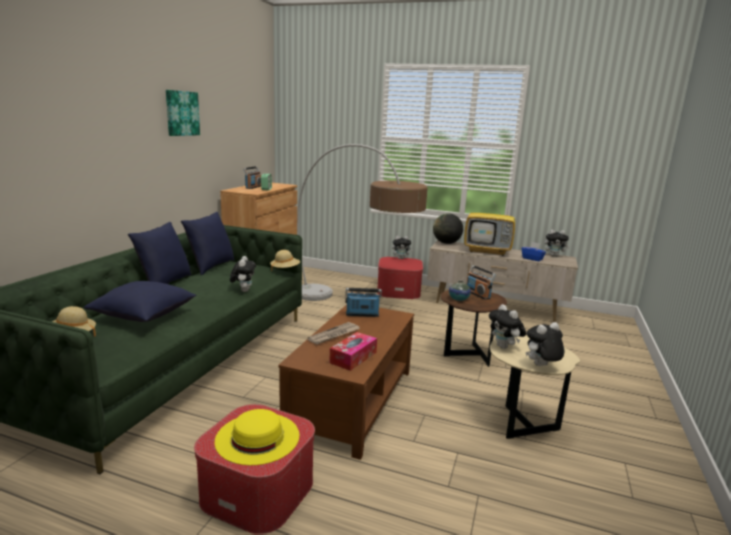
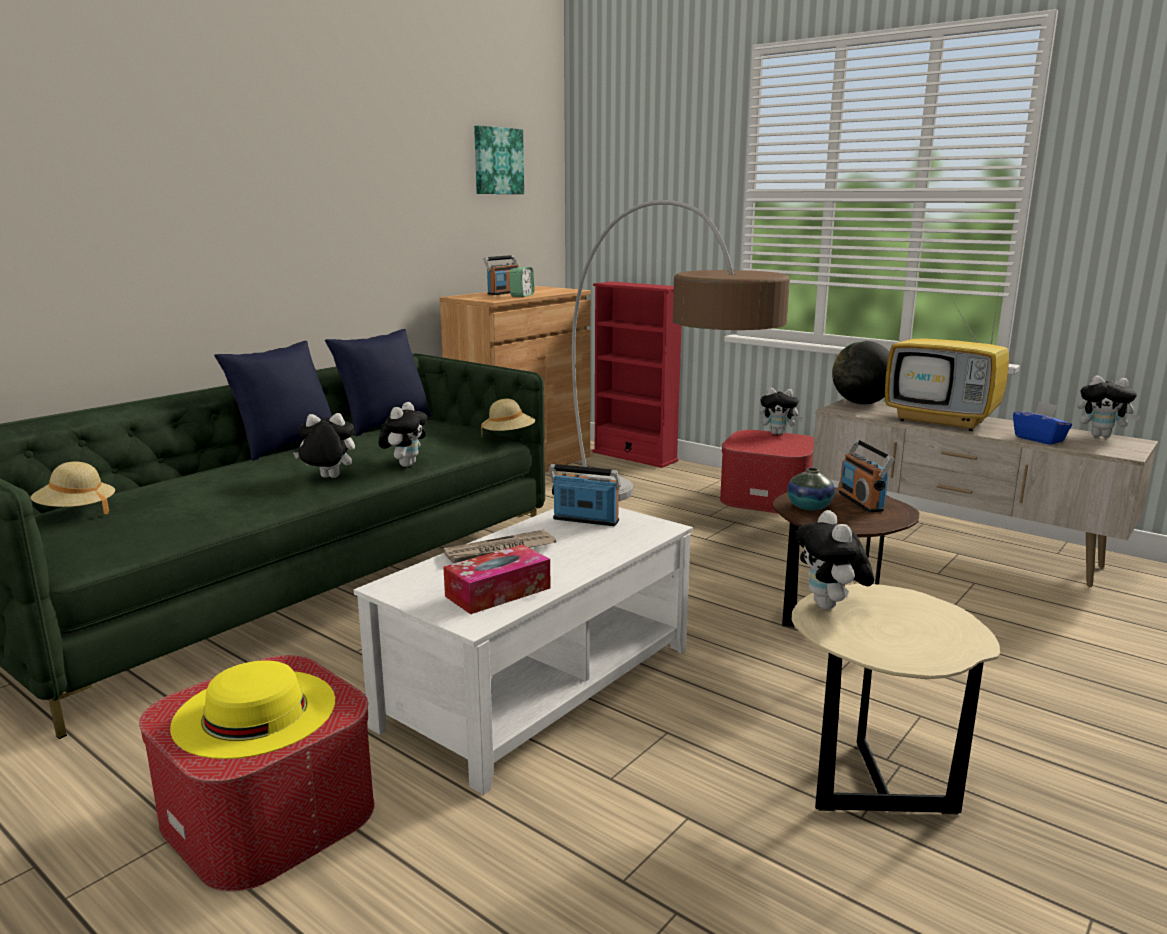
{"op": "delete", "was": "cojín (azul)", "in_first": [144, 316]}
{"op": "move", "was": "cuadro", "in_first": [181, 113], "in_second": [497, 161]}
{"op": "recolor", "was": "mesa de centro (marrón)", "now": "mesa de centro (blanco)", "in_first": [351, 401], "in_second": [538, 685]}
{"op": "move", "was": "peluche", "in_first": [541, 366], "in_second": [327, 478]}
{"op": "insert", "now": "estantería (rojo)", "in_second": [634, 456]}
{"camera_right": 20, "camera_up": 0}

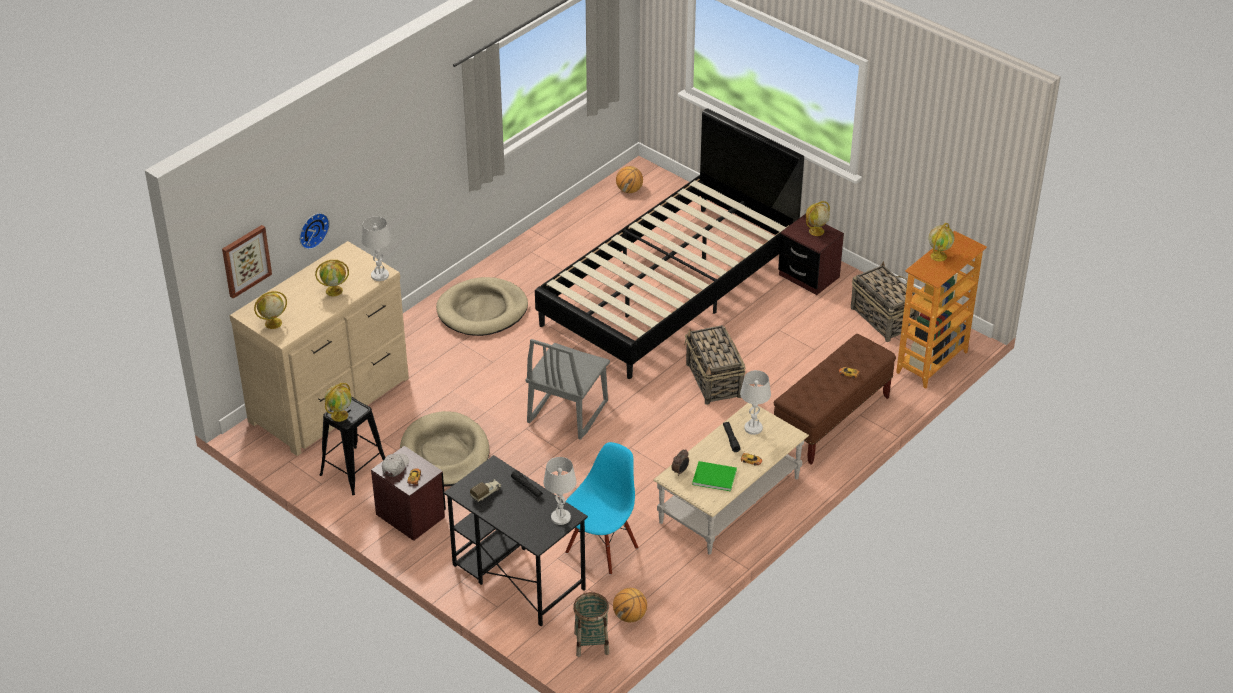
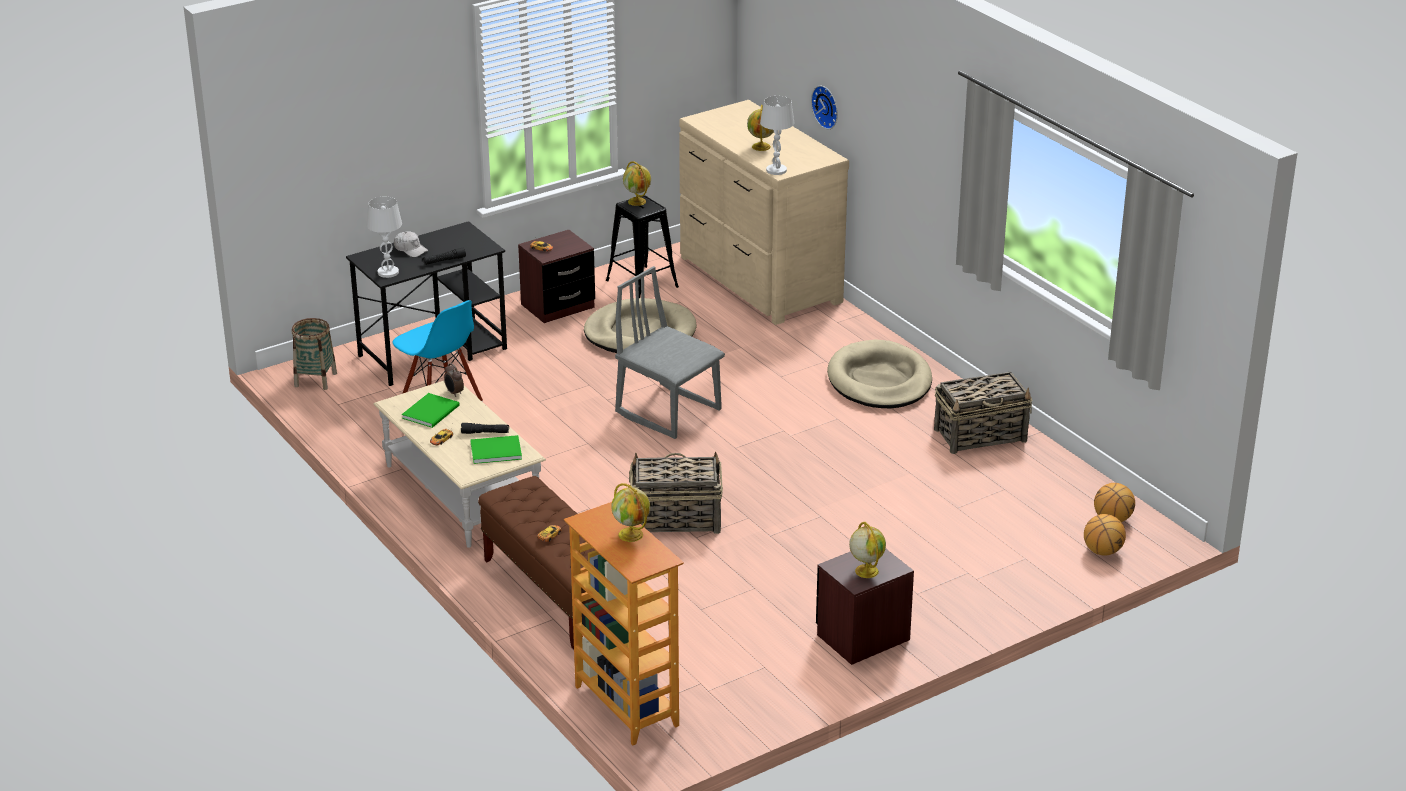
{"op": "delete", "was": "cuadro", "in_first": [245, 260]}
{"op": "delete", "was": "globo terráqueo", "in_first": [273, 323]}
{"op": "move", "was": "gorra (blanco)", "in_first": [395, 467], "in_second": [410, 249]}
{"op": "delete", "was": "camión de juguete", "in_first": [486, 493]}
{"op": "delete", "was": "cama (negro)", "in_first": [669, 289]}
{"op": "move", "was": "balón de baloncesto", "in_first": [630, 616], "in_second": [1102, 551]}
{"op": "replace", "was": "lámpara de mesa (blanco)", "now": "libro (verde)", "in_first": [753, 428], "in_second": [494, 450]}
{"op": "move", "was": "cesta", "in_first": [883, 318], "in_second": [981, 435]}
{"camera_right": 105, "camera_up": -10}

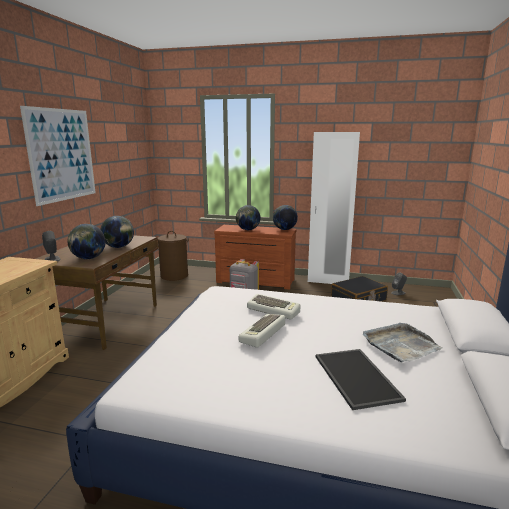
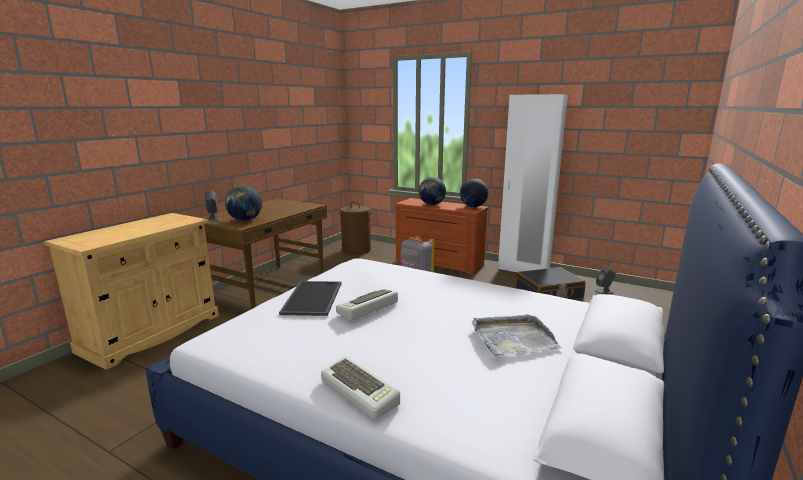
{"op": "delete", "was": "cuadro", "in_first": [62, 155]}
{"op": "delete", "was": "globo terráqueo", "in_first": [119, 247]}
{"op": "move", "was": "teclado", "in_first": [274, 310], "in_second": [361, 392]}
{"op": "move", "was": "bandeja", "in_first": [358, 377], "in_second": [314, 298]}
{"camera_right": 15, "camera_up": 0}

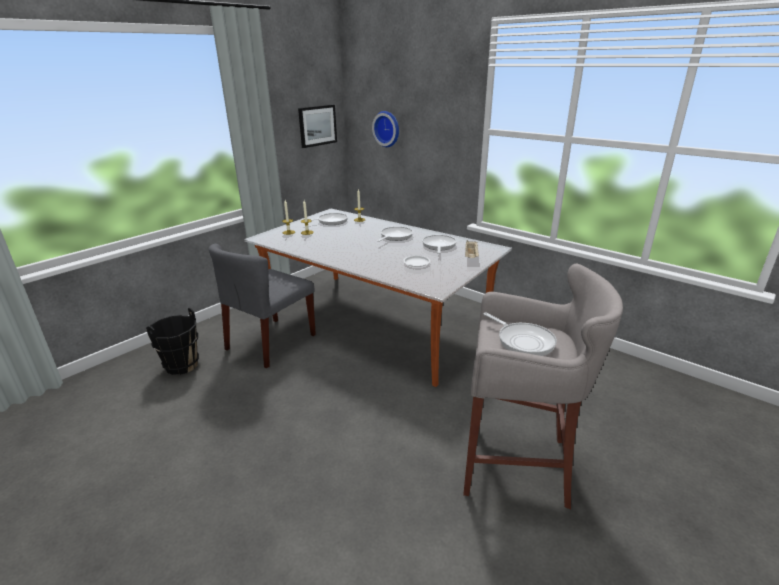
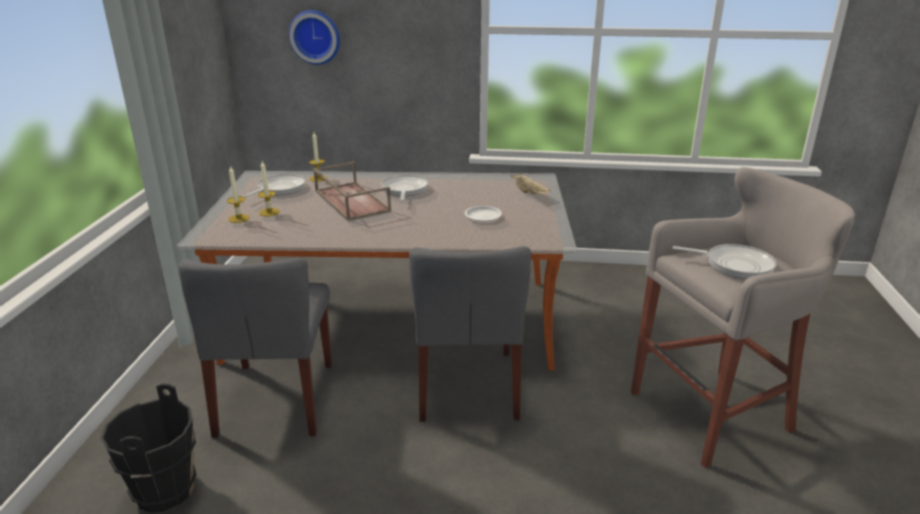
{"op": "delete", "was": "cuadro", "in_first": [317, 125]}
{"op": "delete", "was": "sartén", "in_first": [438, 246]}
{"op": "insert", "now": "bandeja (marrón)", "in_second": [350, 201]}
{"op": "insert", "now": "silla (gris)", "in_second": [468, 385]}
{"camera_right": -35, "camera_up": 0}

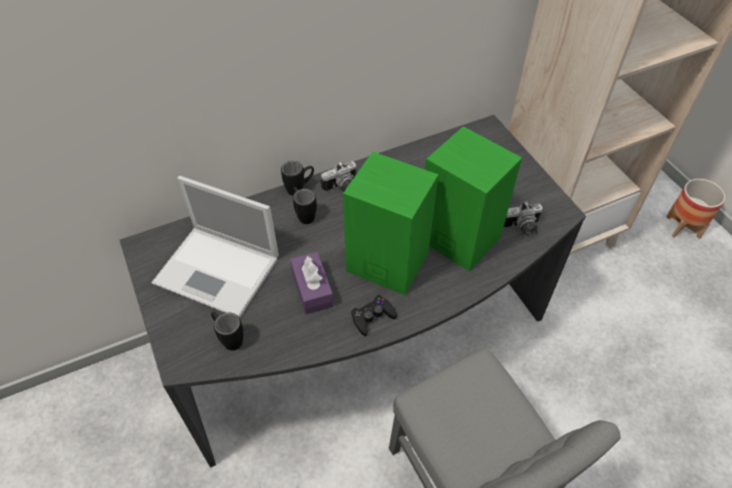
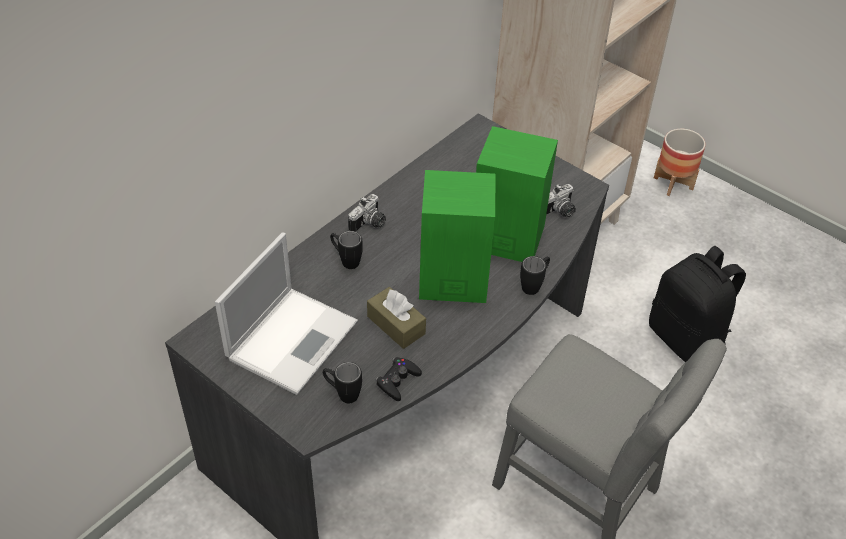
{"op": "rotate", "was": "portátil", "in_first": [219, 271], "in_second": [293, 338], "clockwise": -60}
{"op": "move", "was": "taza grande (negro)", "in_first": [299, 188], "in_second": [534, 285]}
{"op": "recolor", "was": "caja de pañuelos (morado)", "now": "caja de pañuelos (marrón)", "in_first": [312, 289], "in_second": [396, 325]}
{"op": "move", "was": "mando de consola (negro)", "in_first": [372, 317], "in_second": [397, 381]}
{"op": "insert", "now": "mochila (negro)", "in_second": [686, 338]}
{"camera_right": -25, "camera_up": -5}

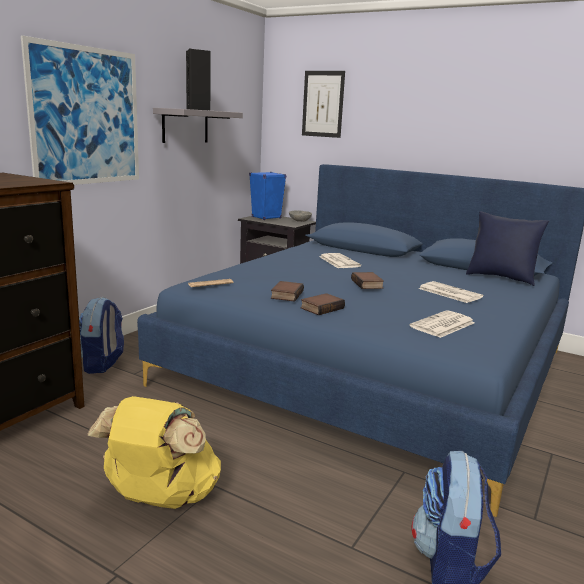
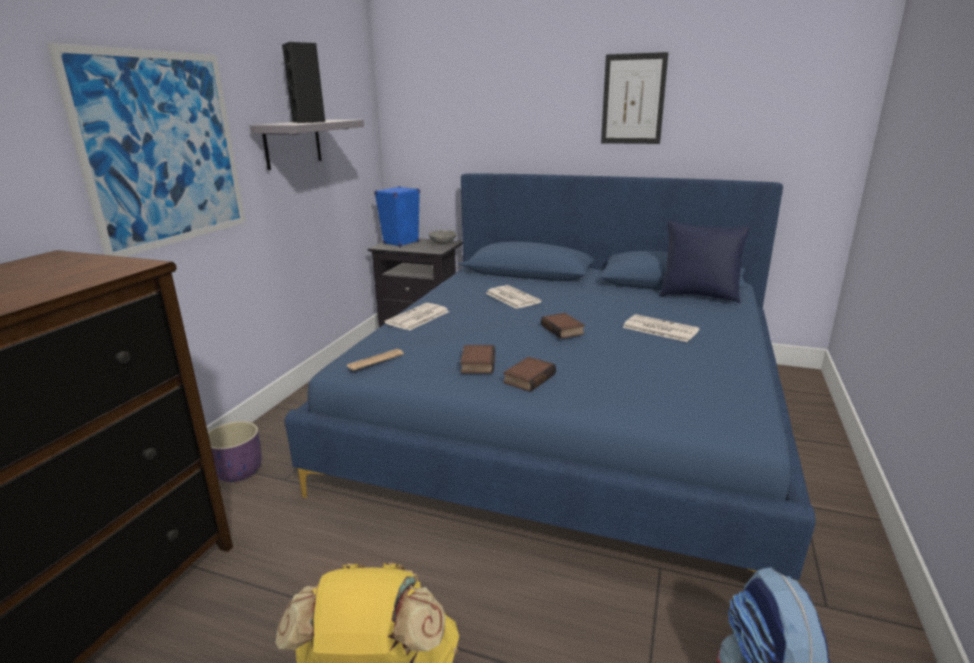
{"op": "replace", "was": "mochila", "now": "maceta (morado)", "in_first": [102, 364], "in_second": [239, 472]}
{"op": "move", "was": "cuadro", "in_first": [323, 104], "in_second": [633, 99]}
{"op": "move", "was": "periódico", "in_first": [442, 325], "in_second": [417, 318]}
{"camera_right": -10, "camera_up": 5}

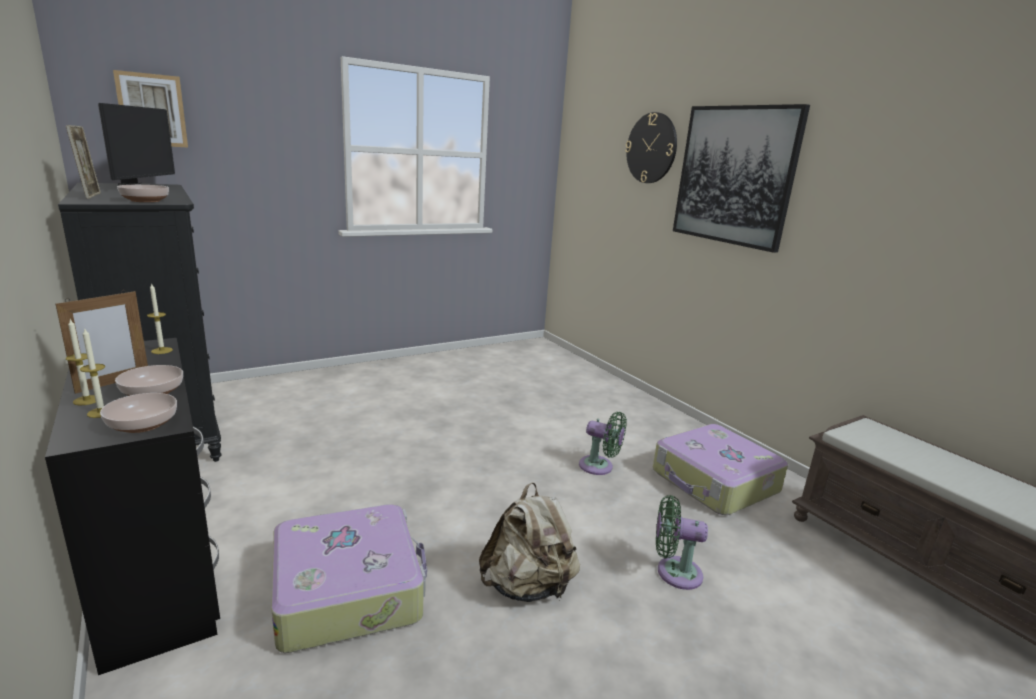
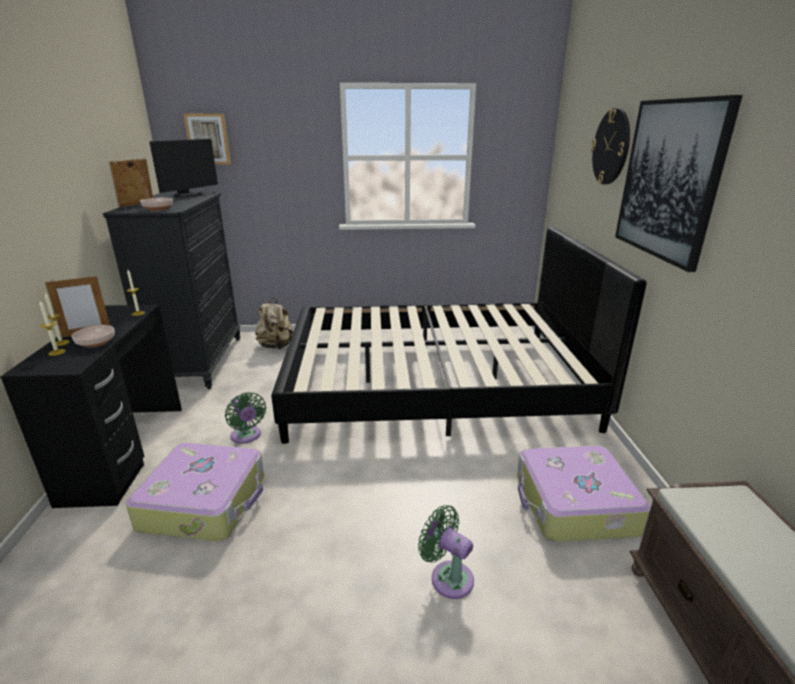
{"op": "rotate", "was": "portarretratos", "in_first": [90, 196], "in_second": [137, 205], "clockwise": -150}
{"op": "delete", "was": "cuenco", "in_first": [144, 424]}
{"op": "move", "was": "mochila (beis)", "in_first": [528, 587], "in_second": [276, 346]}
{"op": "move", "was": "ventilador (verde)", "in_first": [599, 467], "in_second": [247, 436]}
{"op": "insert", "now": "cama (negro)", "in_second": [434, 384]}
{"camera_right": 30, "camera_up": 5}

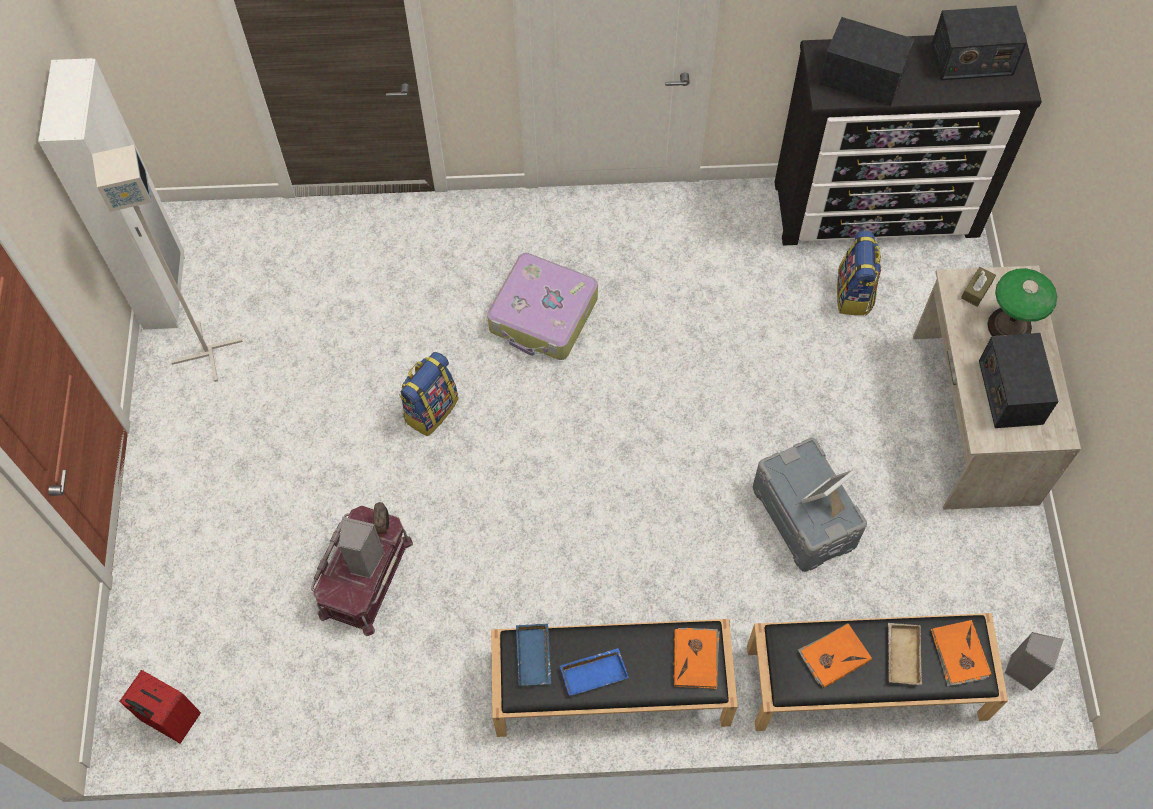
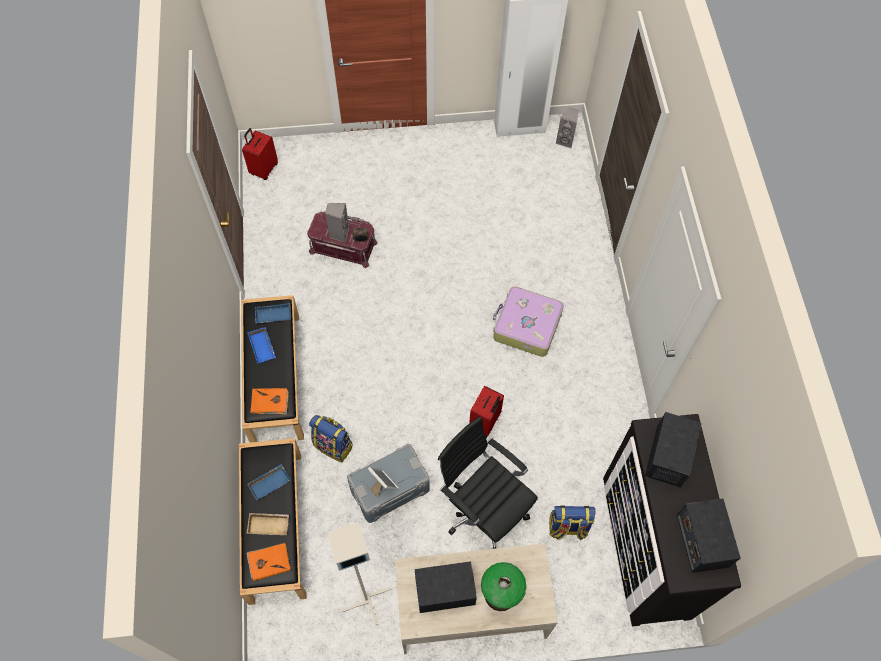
{"op": "move", "was": "lámpara de pie (gris)", "in_first": [206, 352], "in_second": [366, 599]}
{"op": "move", "was": "mochila", "in_first": [430, 409], "in_second": [334, 445]}
{"op": "replace", "was": "libro (naranja)", "now": "bandeja (azul)", "in_first": [833, 656], "in_second": [269, 482]}
{"op": "delete", "was": "caja de pañuelos (marrón)", "in_first": [976, 290]}
{"op": "move", "was": "altavoz (gris)", "in_first": [1022, 670], "in_second": [565, 140]}
{"op": "insert", "now": "silla de oficina (negro)", "in_second": [483, 509]}
{"op": "insert", "now": "maleta (rojo)", "in_second": [485, 422]}
{"camera_right": 85, "camera_up": 0}

